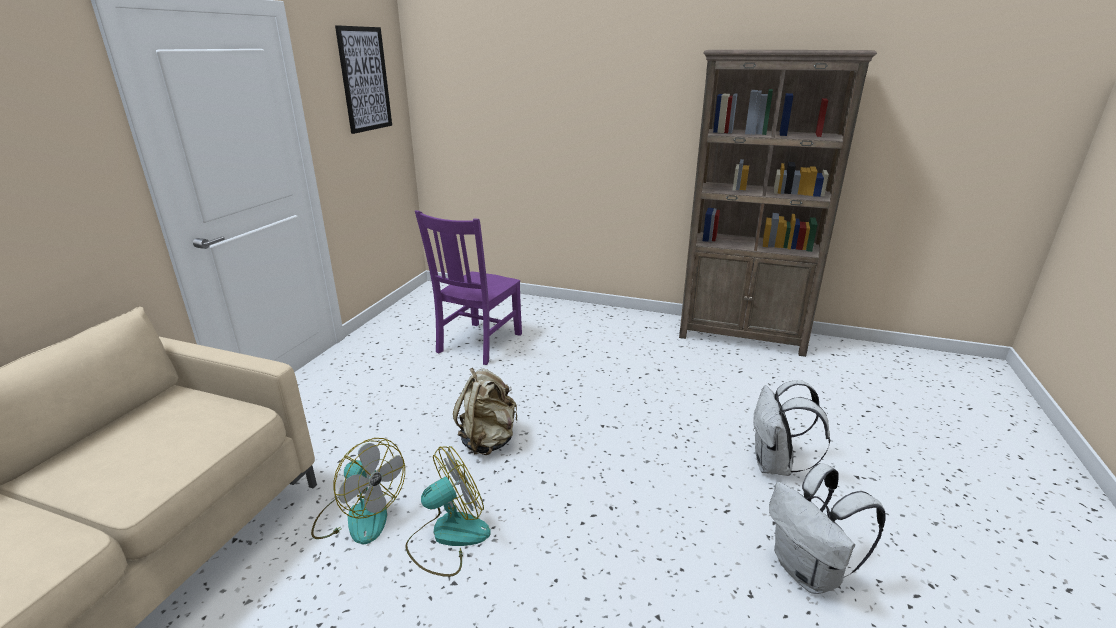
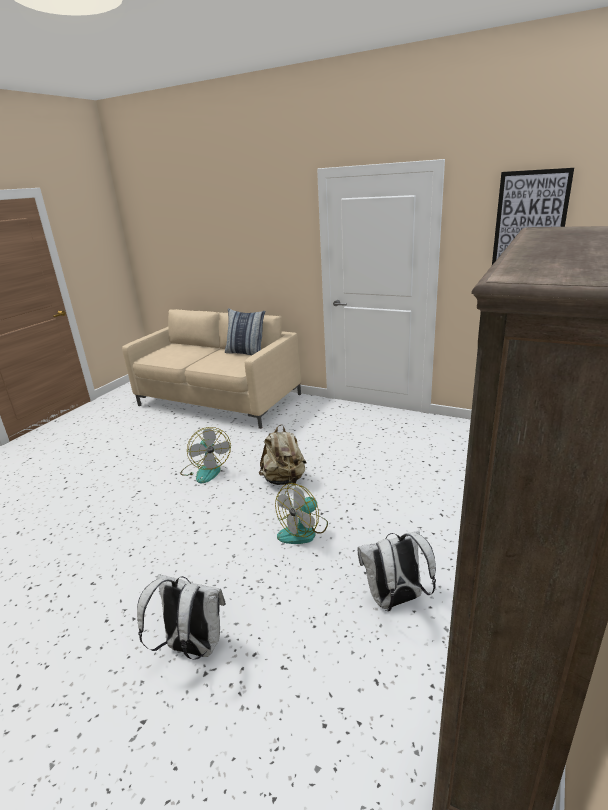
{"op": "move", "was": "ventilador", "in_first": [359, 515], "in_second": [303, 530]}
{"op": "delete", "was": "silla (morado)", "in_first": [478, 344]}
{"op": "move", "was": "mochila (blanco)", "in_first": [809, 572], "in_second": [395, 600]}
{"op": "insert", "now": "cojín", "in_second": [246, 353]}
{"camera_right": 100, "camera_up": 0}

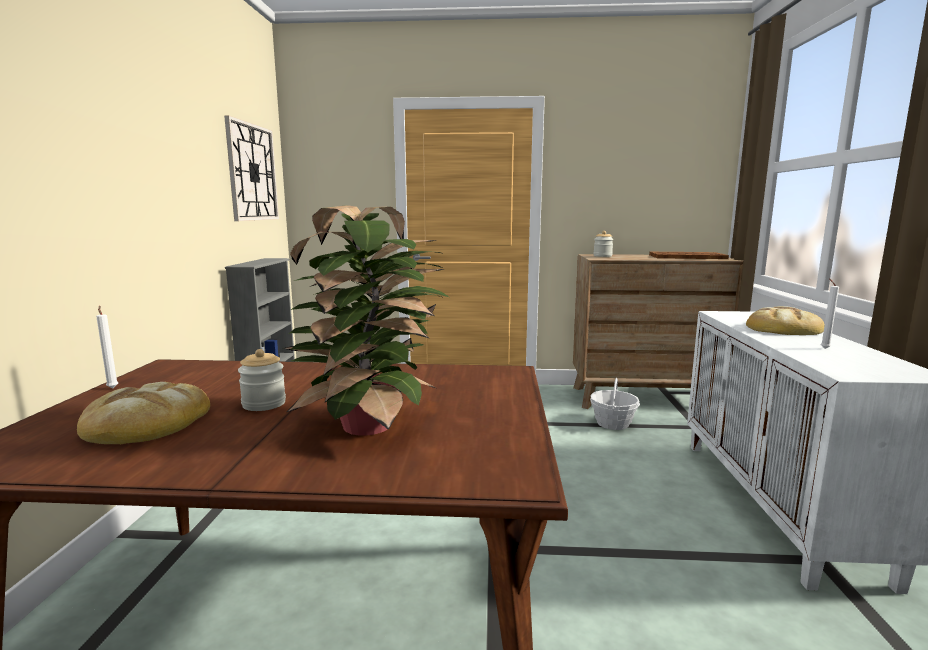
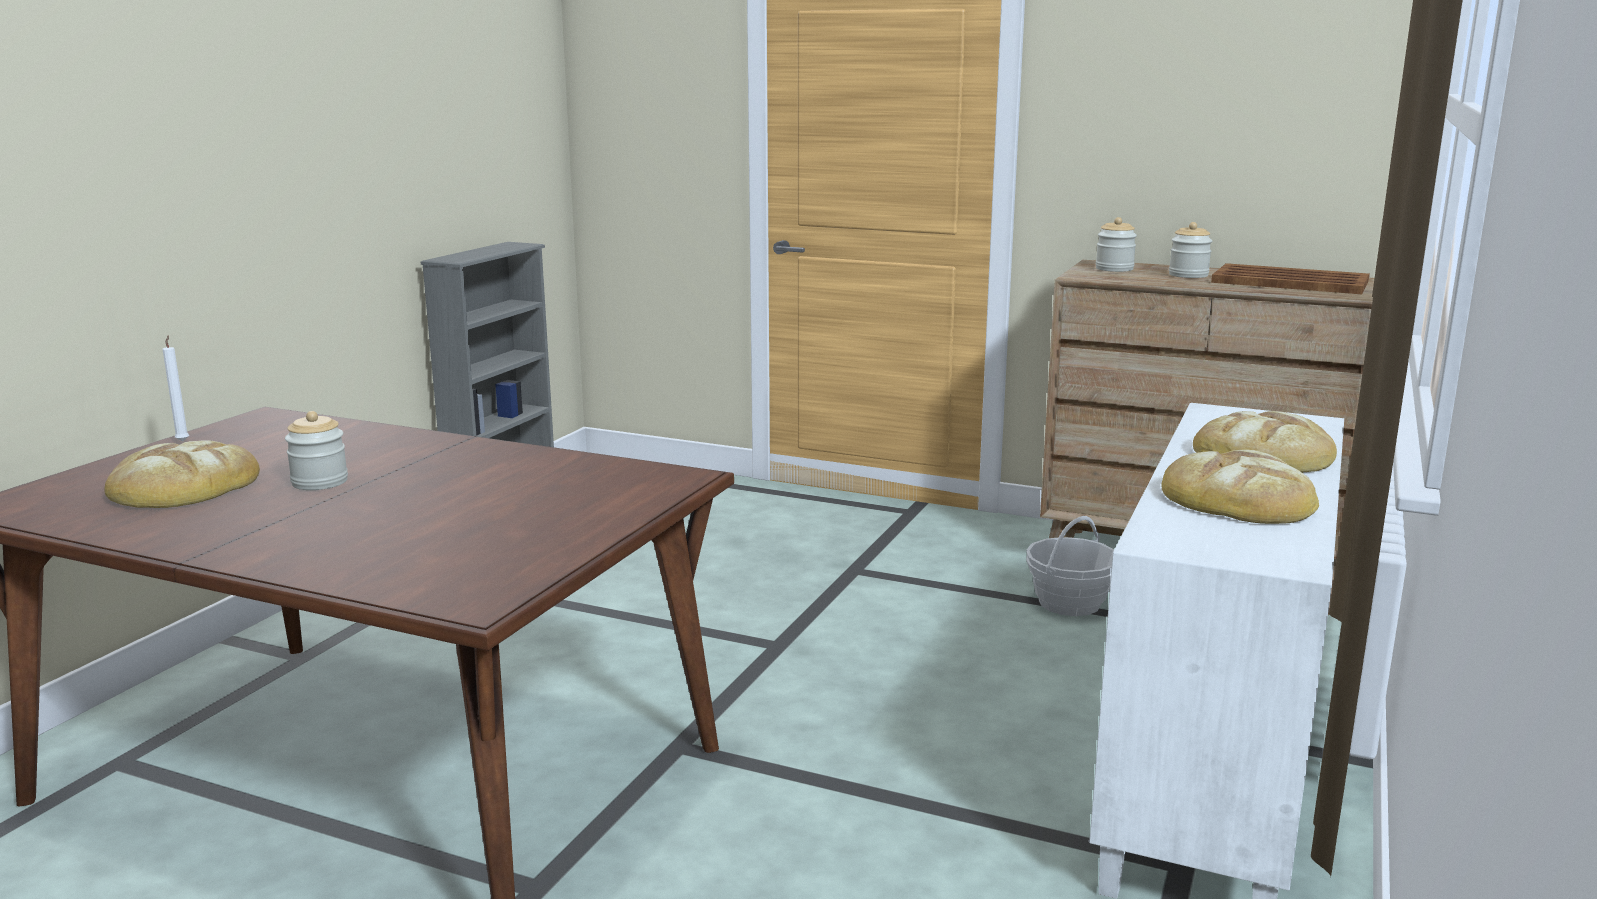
{"op": "delete", "was": "reloj de pared", "in_first": [252, 172]}
{"op": "delete", "was": "planta en maceta", "in_first": [373, 424]}
{"op": "replace", "was": "vela (blanco)", "now": "pan", "in_first": [823, 348], "in_second": [1237, 499]}
{"op": "insert", "now": "tarro", "in_second": [1188, 275]}
{"camera_right": 20, "camera_up": 5}

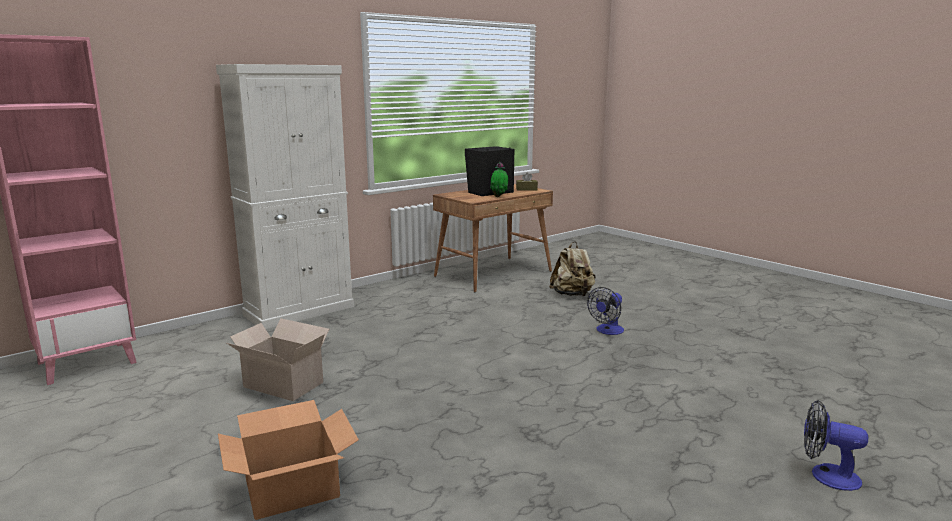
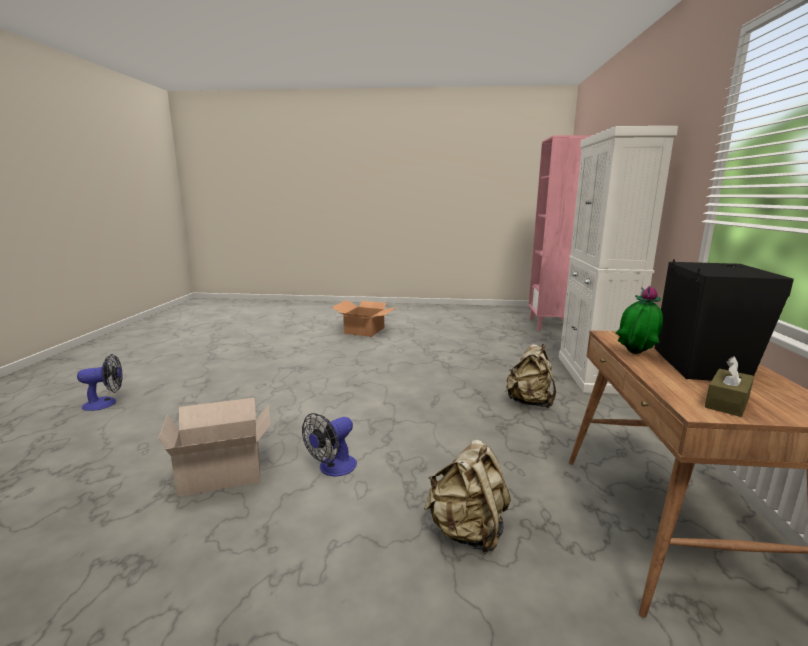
{"op": "move", "was": "caja de cartón", "in_first": [282, 384], "in_second": [224, 474]}
{"op": "rotate", "was": "ventilador", "in_first": [607, 331], "in_second": [332, 468], "clockwise": -135}
{"op": "insert", "now": "mochila (beis)", "in_second": [530, 402]}
{"camera_right": 135, "camera_up": 0}

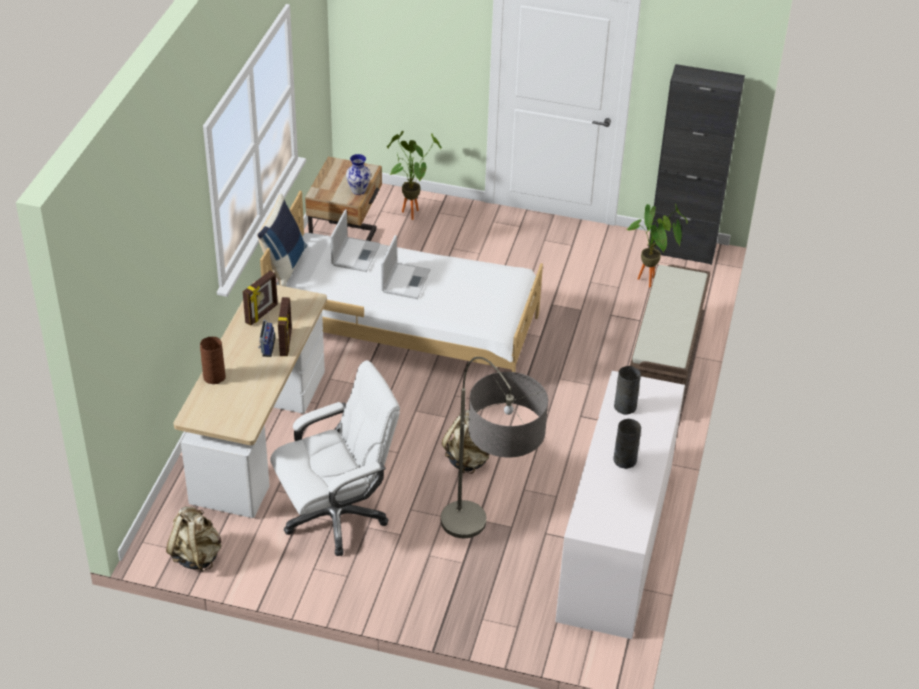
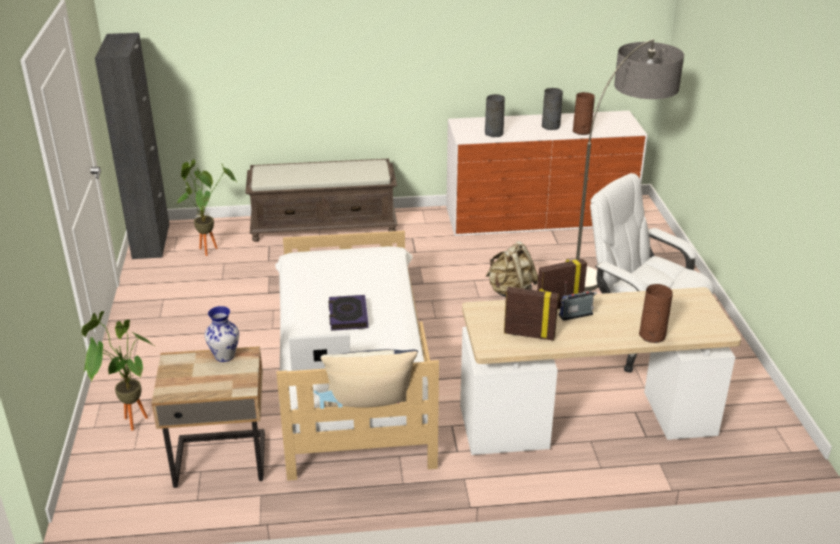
{"op": "delete", "was": "mochila (beis)", "in_first": [196, 555]}
{"op": "replace", "was": "portátil", "now": "libro", "in_first": [406, 280], "in_second": [348, 316]}
{"op": "insert", "now": "florero (marrón)", "in_second": [581, 131]}
{"camera_right": -110, "camera_up": -10}

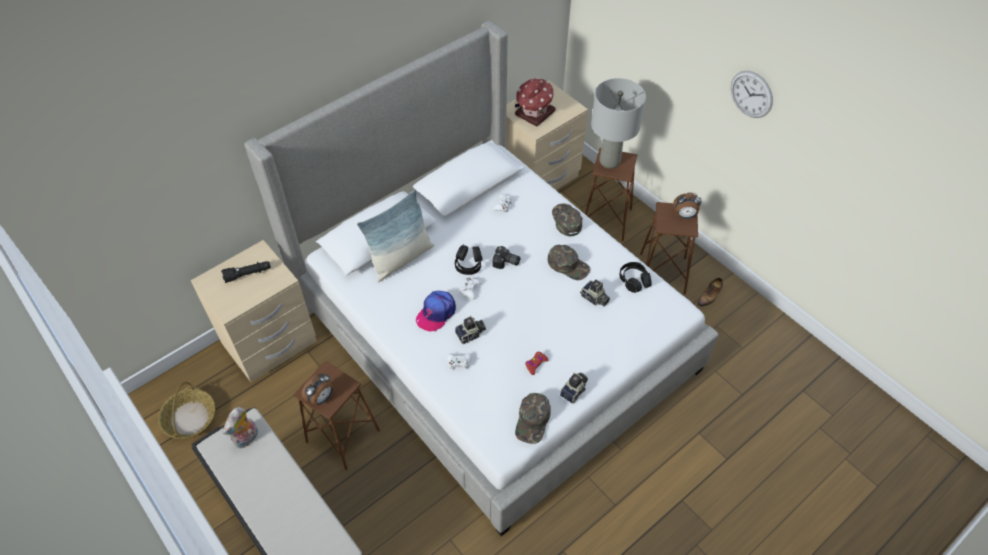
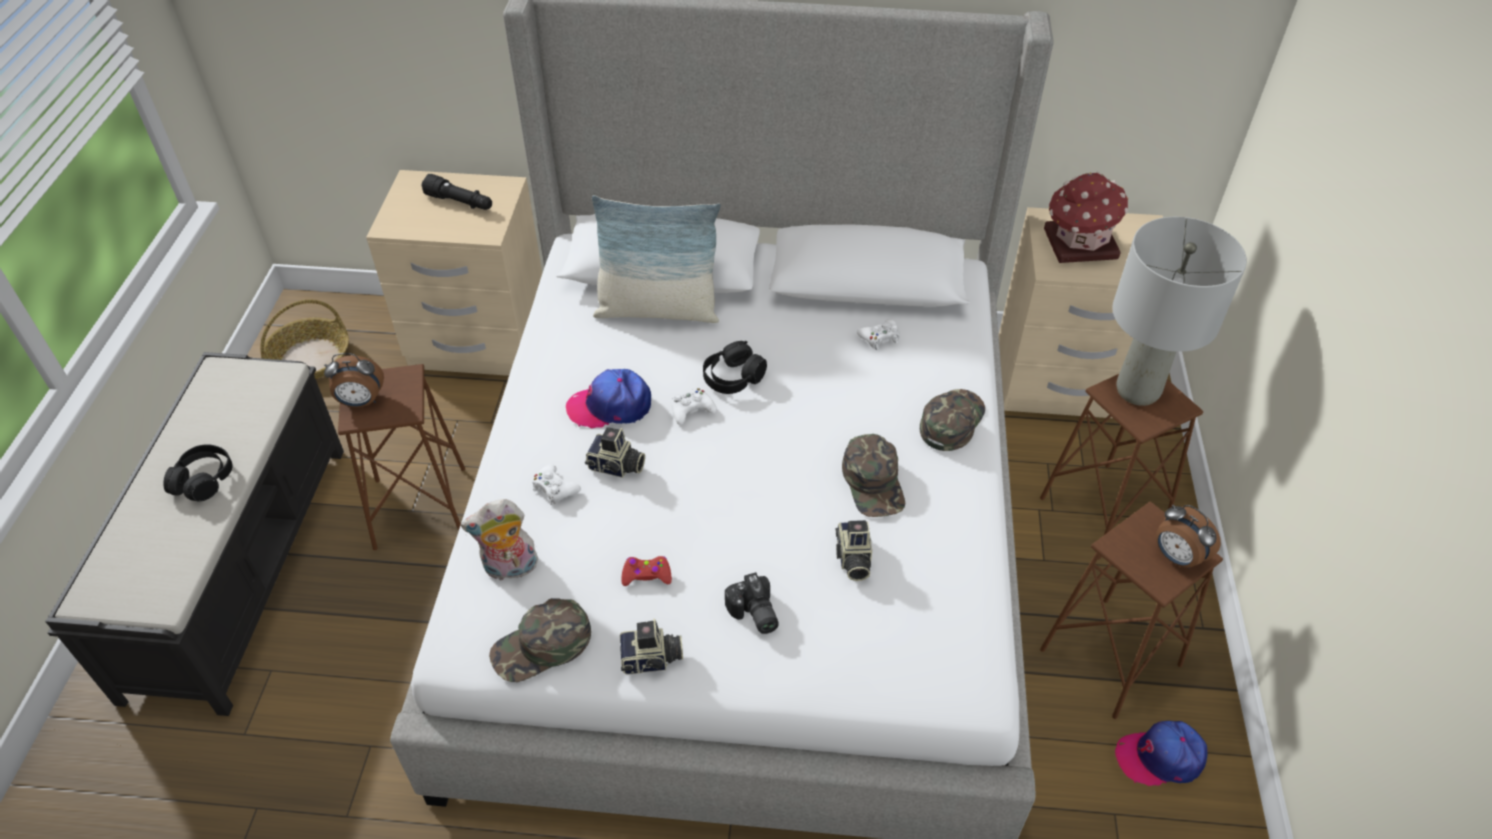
{"op": "move", "was": "peluche", "in_first": [247, 439], "in_second": [510, 569]}
{"op": "move", "was": "cámara", "in_first": [506, 263], "in_second": [753, 614]}
{"op": "move", "was": "auriculares (negro)", "in_first": [634, 280], "in_second": [203, 480]}
{"op": "replace", "was": "zapato", "now": "gorra", "in_first": [709, 295], "in_second": [1160, 757]}
{"op": "delete", "was": "reloj de pared", "in_first": [751, 94]}
{"camera_right": 45, "camera_up": -5}

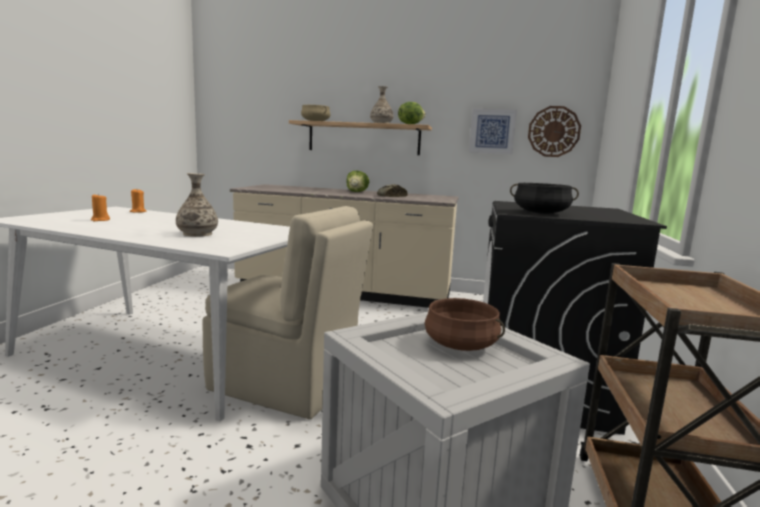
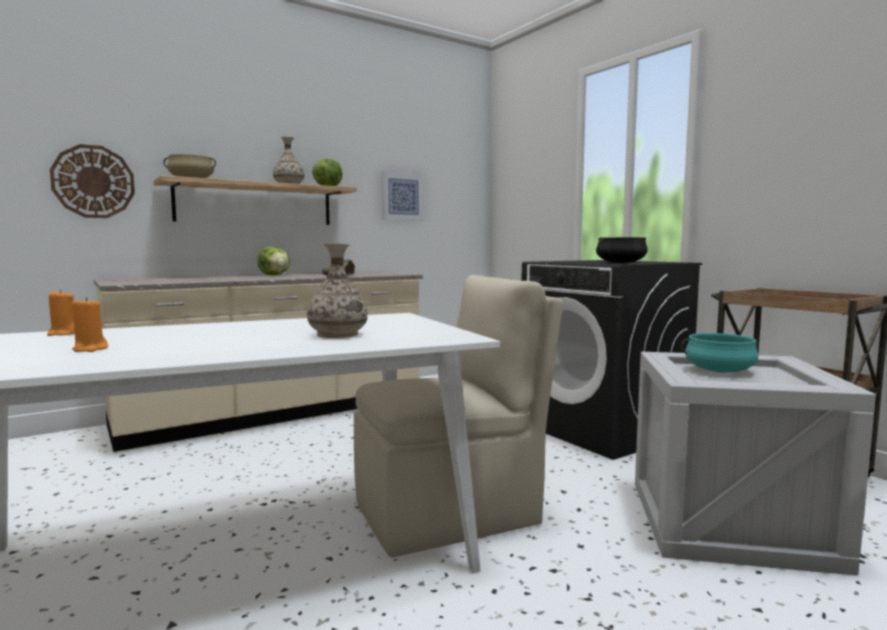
{"op": "recolor", "was": "olla (marrón)", "now": "olla (turquesa)", "in_first": [461, 345], "in_second": [719, 370]}
{"op": "move", "was": "reloj de pared", "in_first": [554, 131], "in_second": [93, 182]}
{"camera_right": -45, "camera_up": -5}

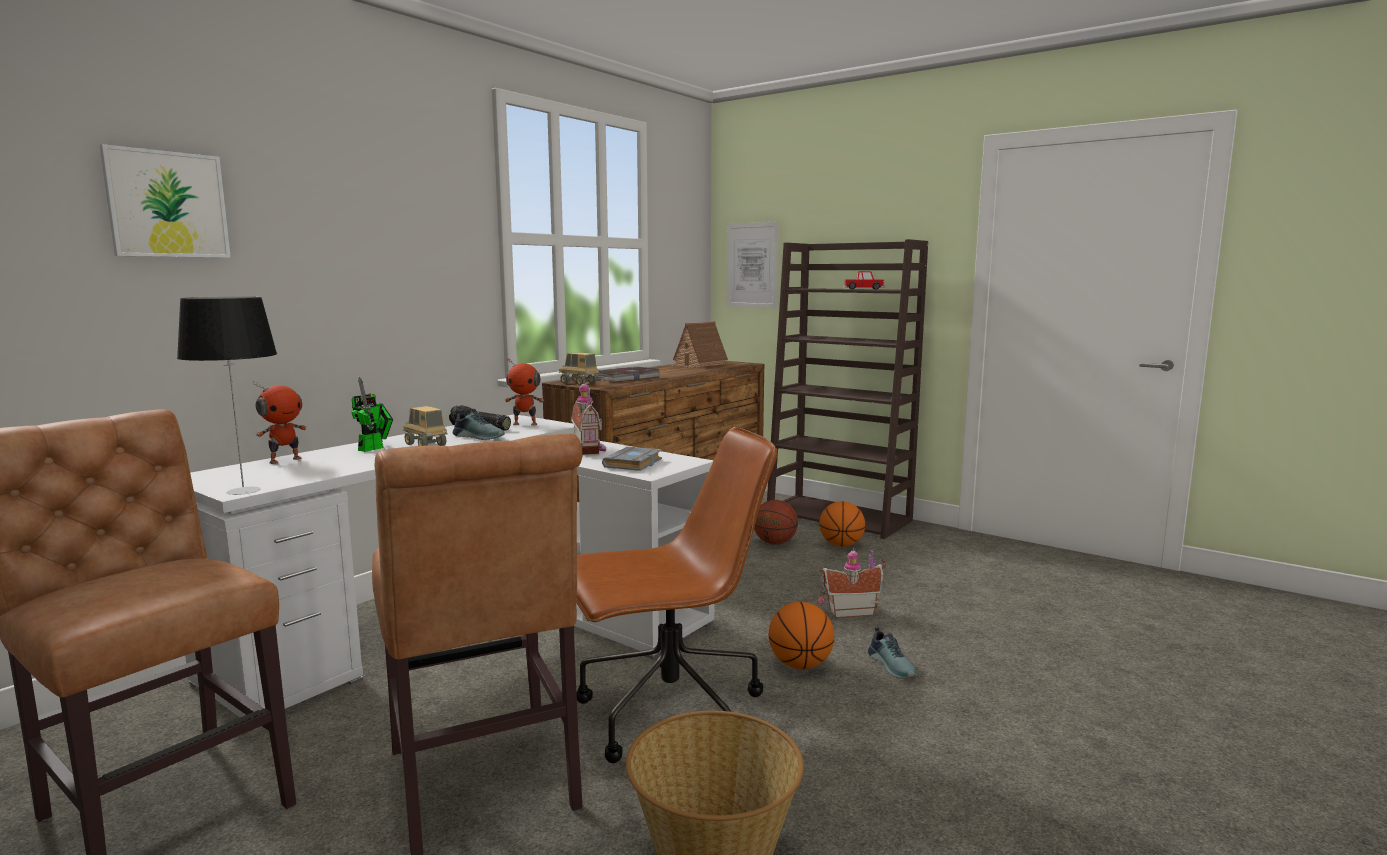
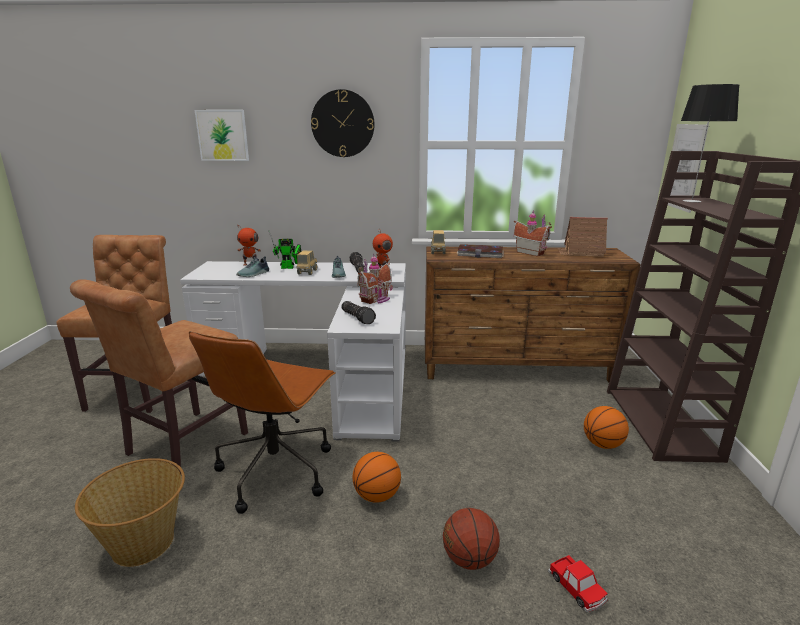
{"op": "move", "was": "lámpara de mesa", "in_first": [244, 490], "in_second": [692, 201]}
{"op": "rotate", "was": "silla de oficina (marrón)", "in_first": [667, 715], "in_second": [276, 470], "clockwise": 75}
{"op": "replace", "was": "libro (gris)", "now": "linterna", "in_first": [634, 464], "in_second": [358, 318]}
{"op": "move", "was": "balón de baloncesto", "in_first": [774, 543], "in_second": [469, 559]}
{"op": "move", "was": "casita", "in_first": [849, 611], "in_second": [531, 252]}
{"op": "move", "was": "coche de juguete", "in_first": [863, 289], "in_second": [576, 588]}
{"op": "move", "was": "zapato", "in_first": [893, 665], "in_second": [254, 274]}
{"op": "insert", "now": "reloj de pared", "in_second": [343, 123]}
{"camera_right": 55, "camera_up": 10}

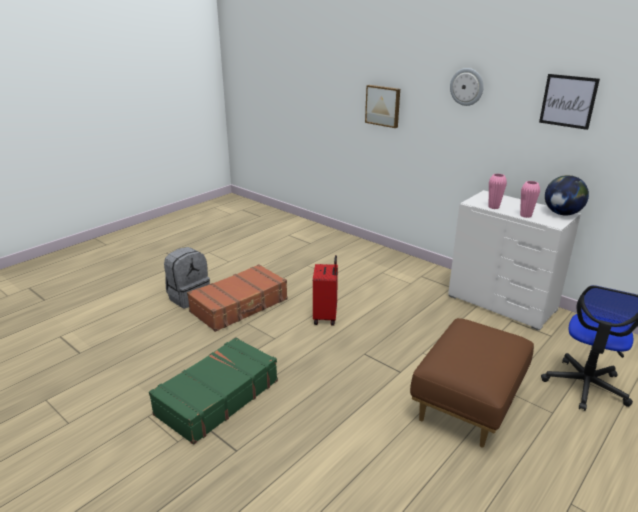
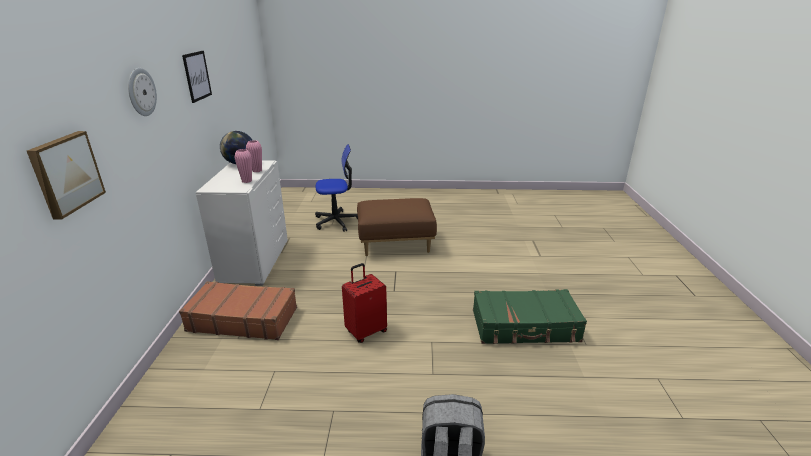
{"op": "move", "was": "maleta (marrón)", "in_first": [240, 306], "in_second": [243, 319]}
{"camera_right": -130, "camera_up": 0}

